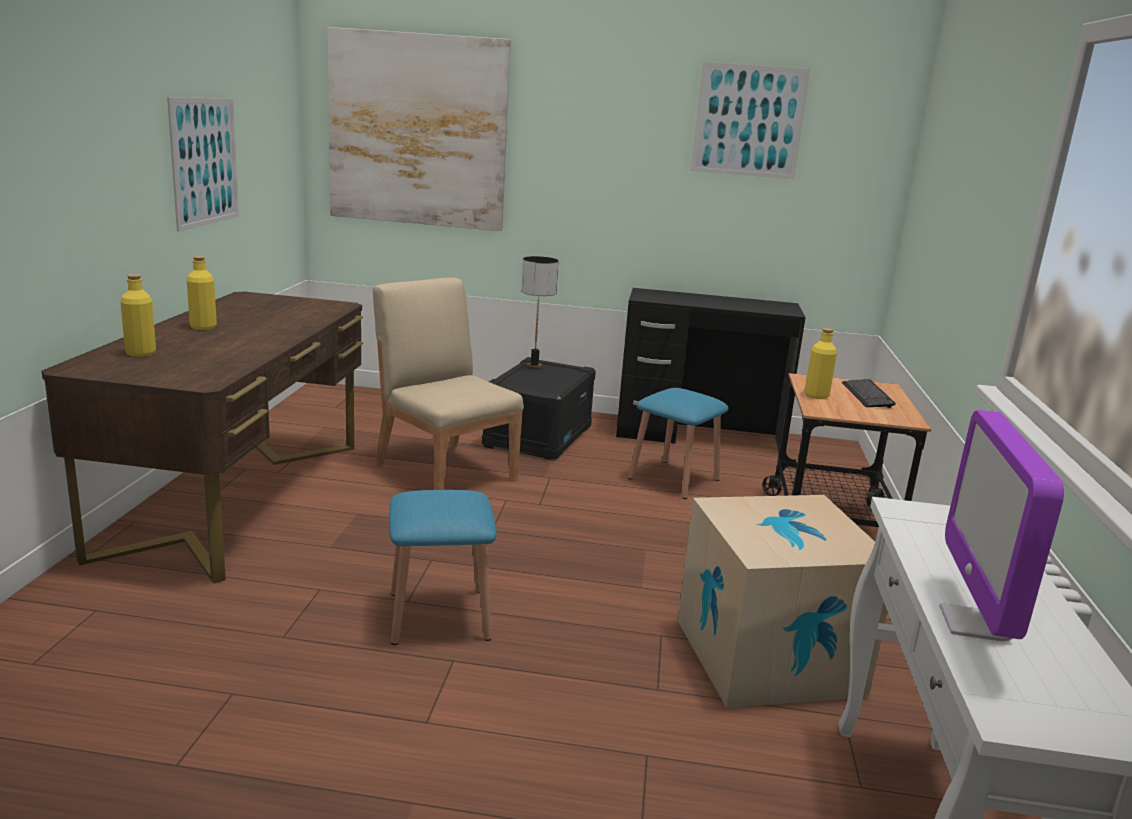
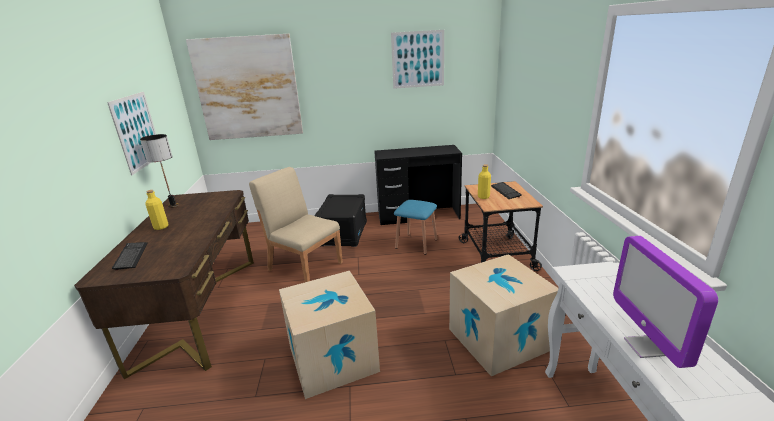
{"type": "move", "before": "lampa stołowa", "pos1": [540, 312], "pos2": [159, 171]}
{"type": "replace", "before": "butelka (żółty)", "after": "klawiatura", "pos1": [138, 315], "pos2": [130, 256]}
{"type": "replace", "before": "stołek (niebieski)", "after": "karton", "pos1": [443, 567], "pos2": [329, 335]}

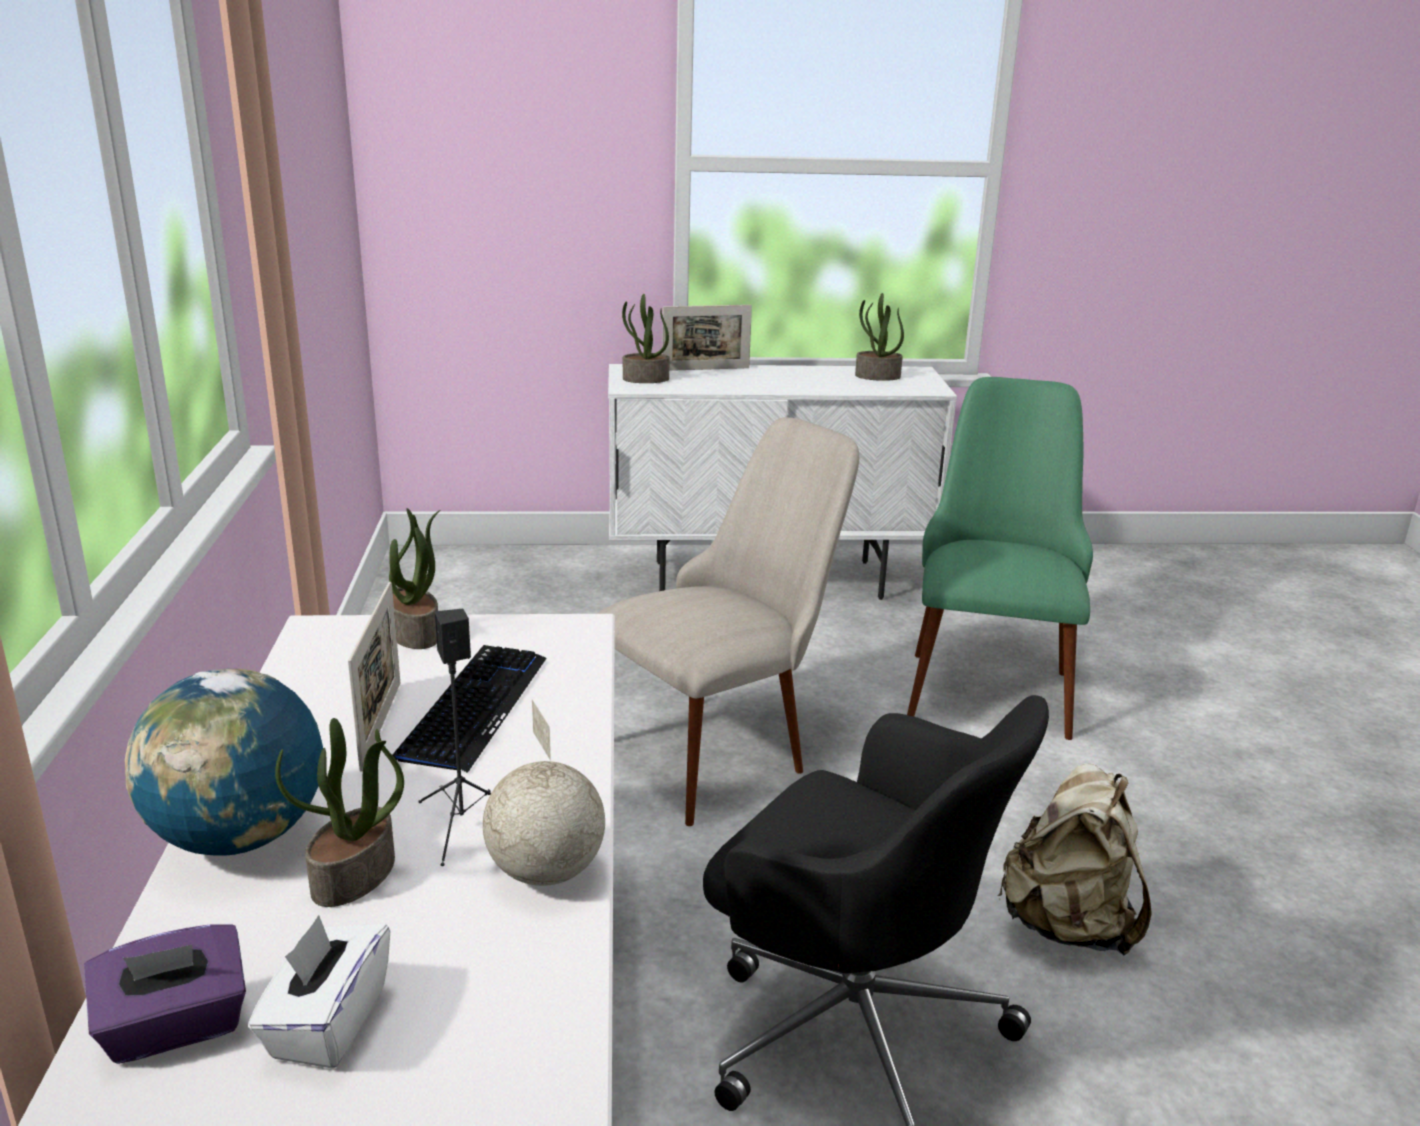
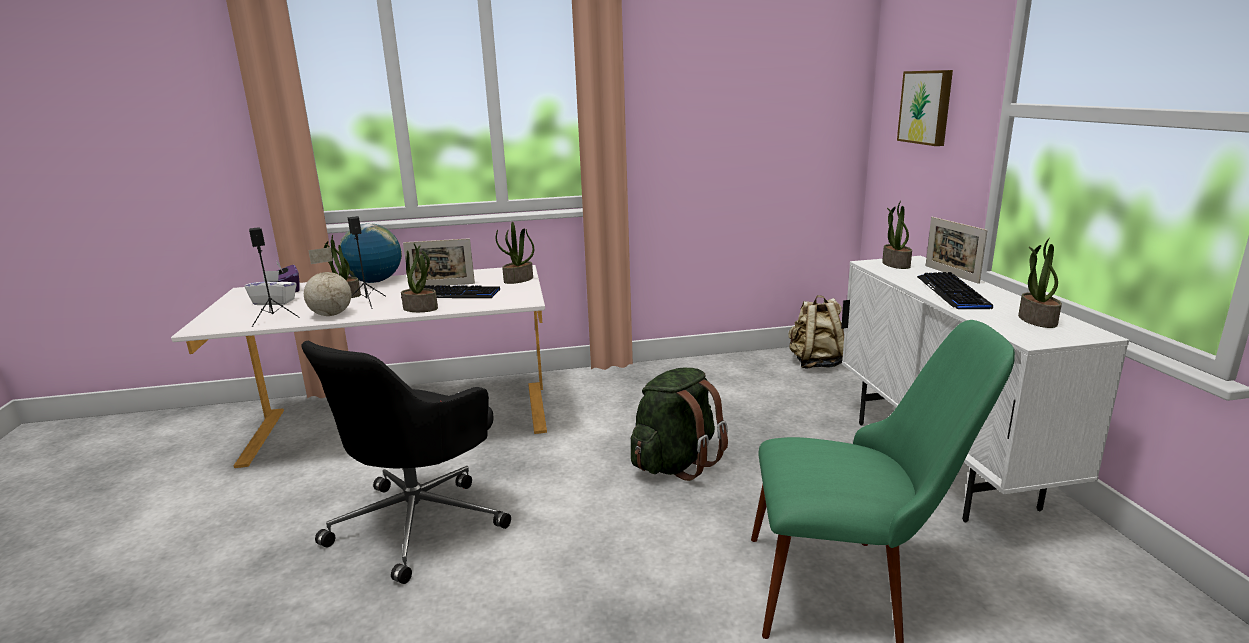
{"type": "insert", "after": "głośnik (czarny)", "pos2": [274, 277]}
{"type": "insert", "after": "roślina doniczkowa", "pos2": [419, 278]}
{"type": "insert", "after": "obraz", "pos2": [925, 108]}
{"type": "insert", "after": "klawiatura", "pos2": [955, 291]}
{"type": "move", "before": "plecak (beżowy)", "pos1": [1074, 859], "pos2": [816, 331]}
{"type": "replace", "before": "krzesło (beżowy)", "after": "plecak (zielony)", "pos1": [727, 621], "pos2": [679, 424]}

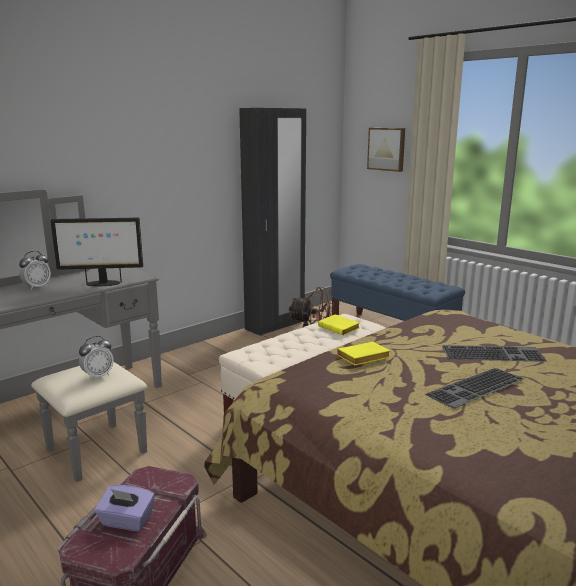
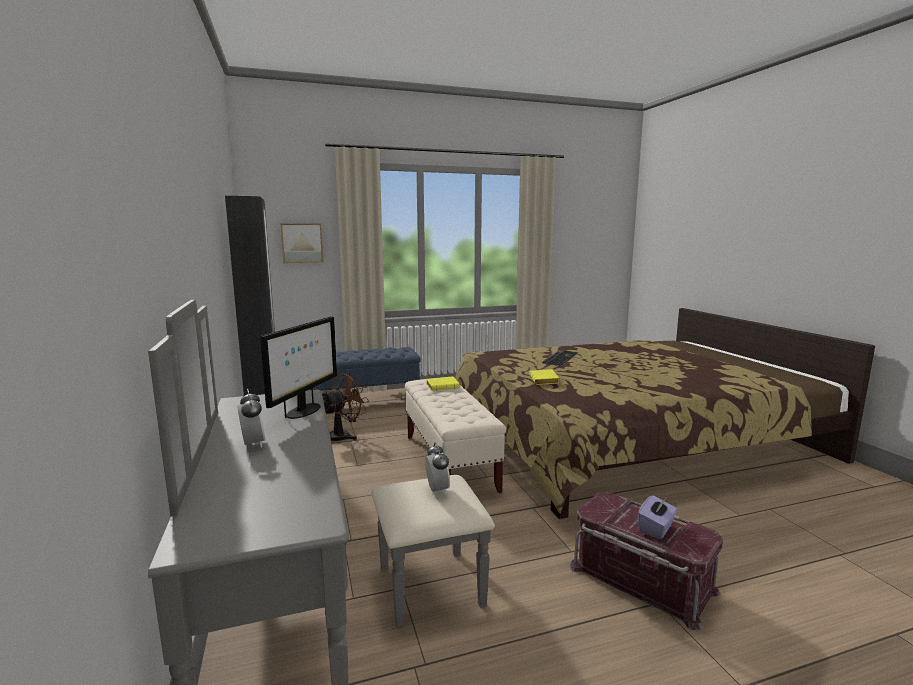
{"type": "delete", "before": "klawiatura", "pos1": [474, 388]}

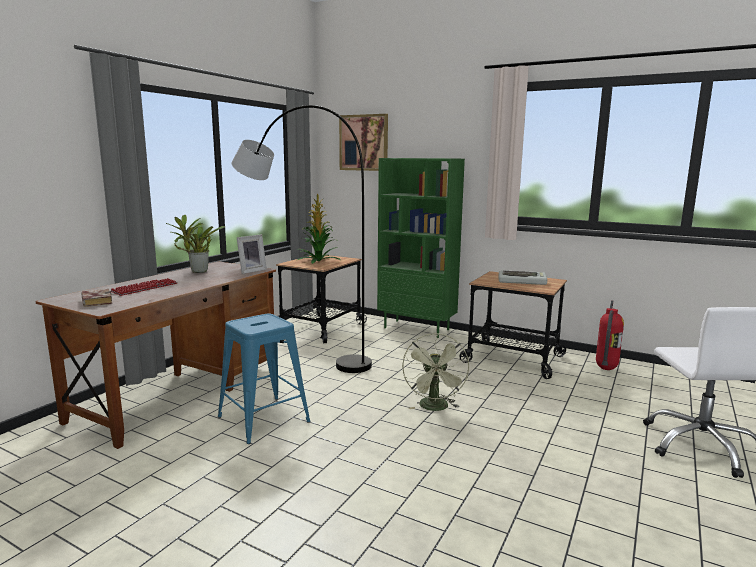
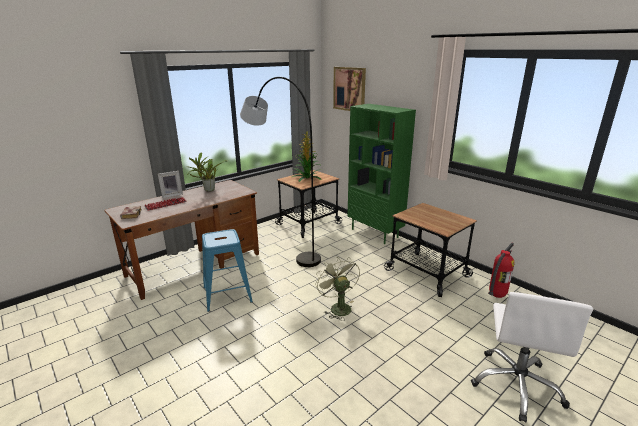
{"type": "delete", "before": "klawiatura", "pos1": [522, 277]}
{"type": "move", "before": "ramka na zdjęcie", "pos1": [252, 254], "pos2": [170, 184]}
{"type": "rotate", "before": "wentylator (zielony)", "pos1": [435, 372], "pos2": [337, 289], "turn": 135}

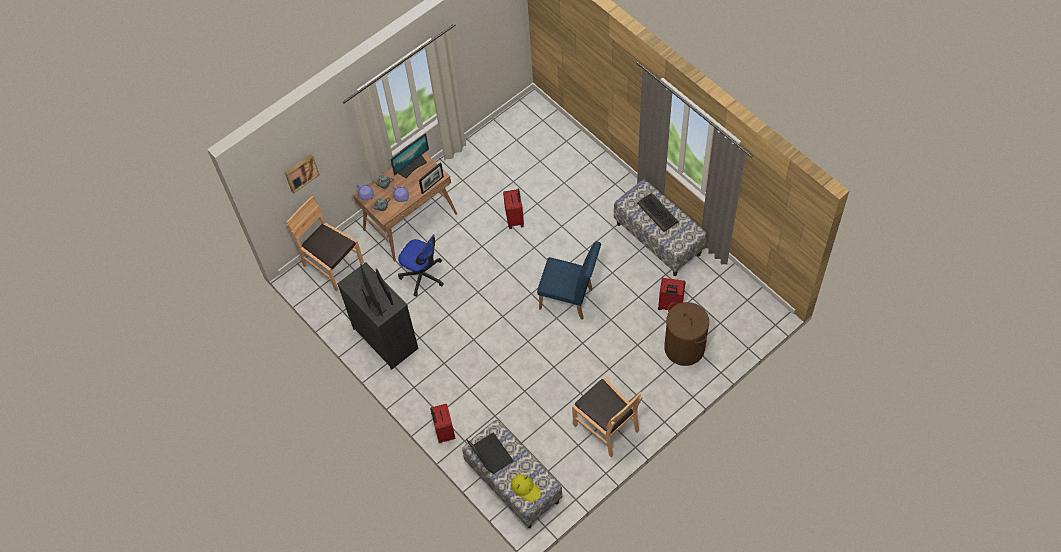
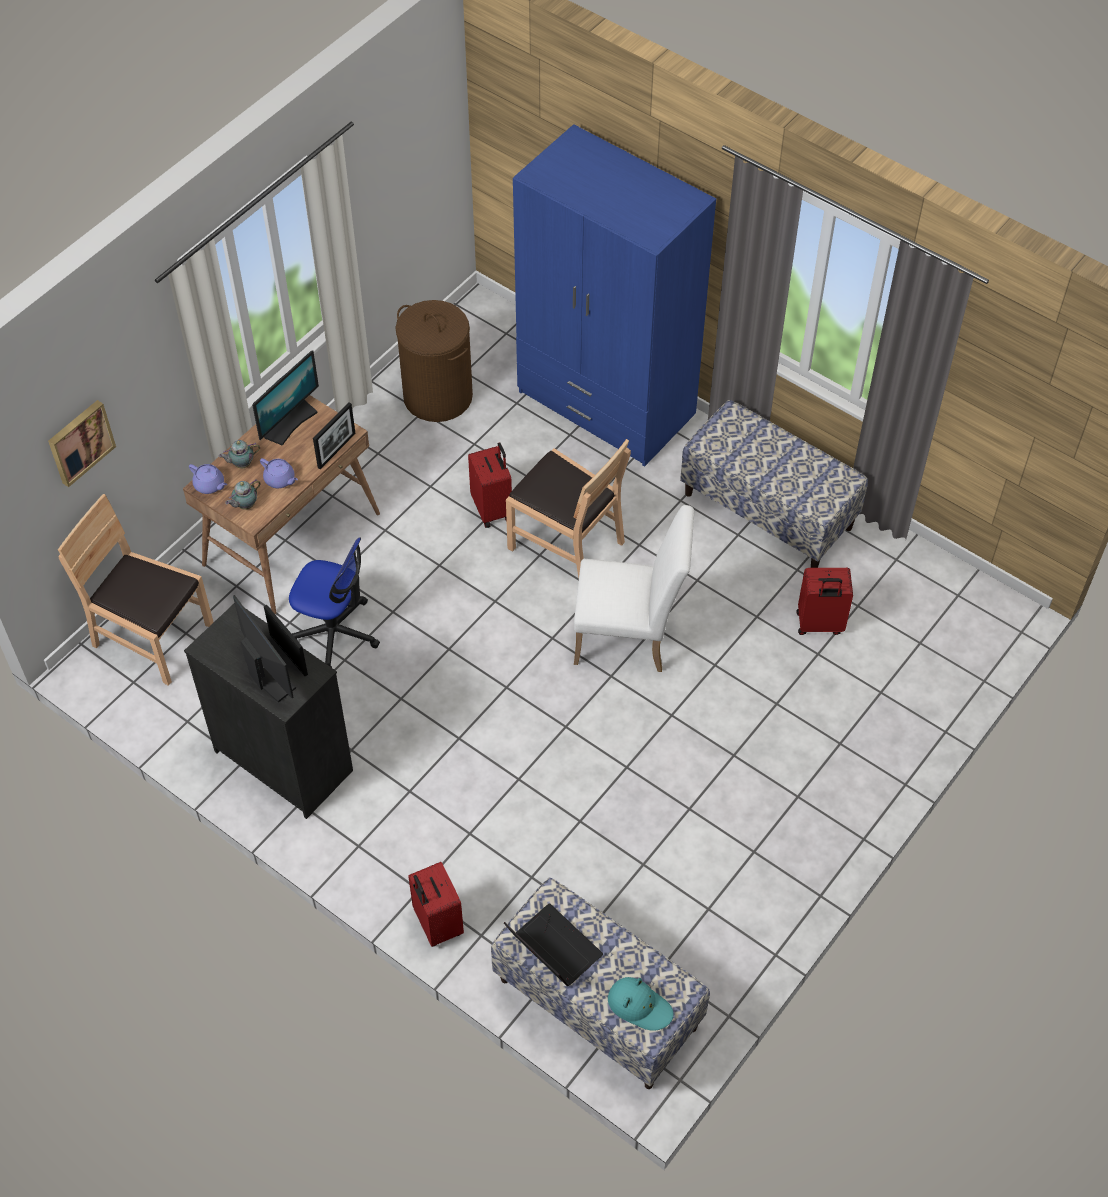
{"type": "delete", "before": "klawiatura", "pos1": [658, 212]}
{"type": "insert", "after": "szafa (niebieski)", "pos2": [614, 295]}
{"type": "move", "before": "krzesło (brązowy)", "pos1": [607, 417], "pos2": [568, 508]}
{"type": "move", "before": "kosz na pranie (brązowy)", "pos1": [686, 334], "pos2": [434, 361]}
{"type": "recolor", "before": "kapelusz (żółty)", "after": "kapelusz (turkusowy)", "pos1": [526, 488], "pos2": [641, 1004]}
{"type": "recolor", "before": "krzesło (niebieski)", "after": "krzesło (biały)", "pos1": [569, 280], "pos2": [634, 588]}

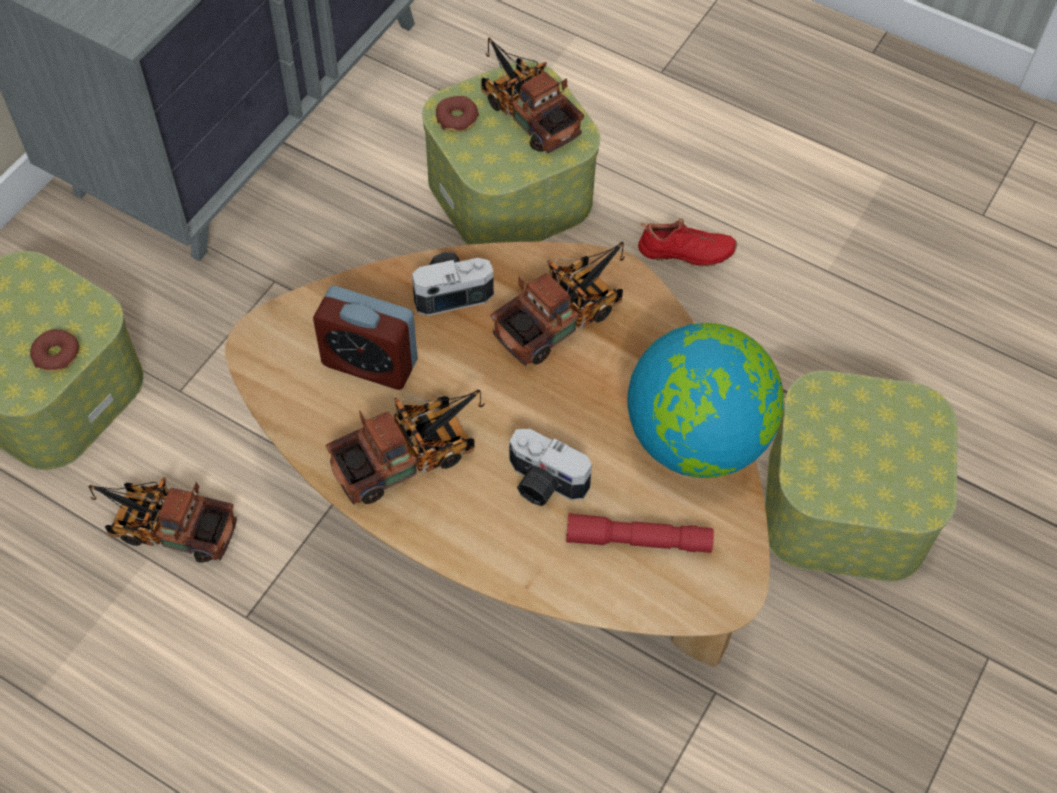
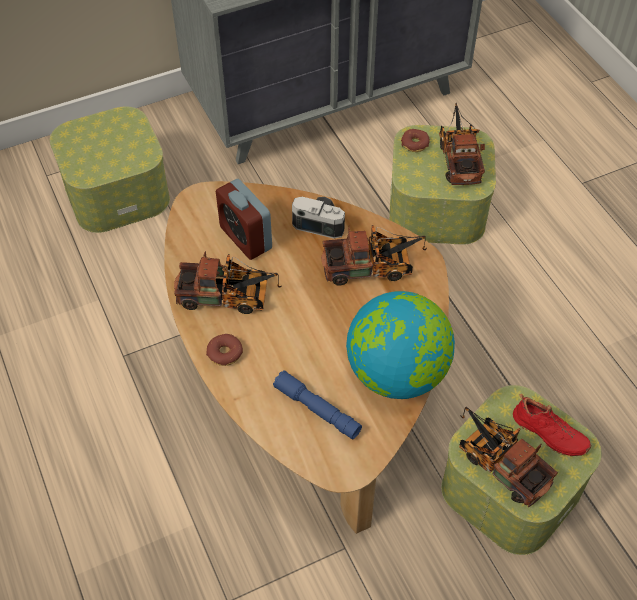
{"type": "delete", "before": "aparat fotograficzny", "pos1": [550, 467]}
{"type": "move", "before": "donut", "pos1": [54, 351], "pos2": [224, 350]}
{"type": "move", "before": "ciężarówka zabawkowa", "pos1": [162, 520], "pos2": [508, 457]}
{"type": "move", "before": "but (czerwony)", "pos1": [687, 242], "pos2": [552, 425]}
{"type": "recolor", "before": "latarka (czerwony)", "after": "latarka (niebieski)", "pos1": [640, 533], "pos2": [317, 404]}

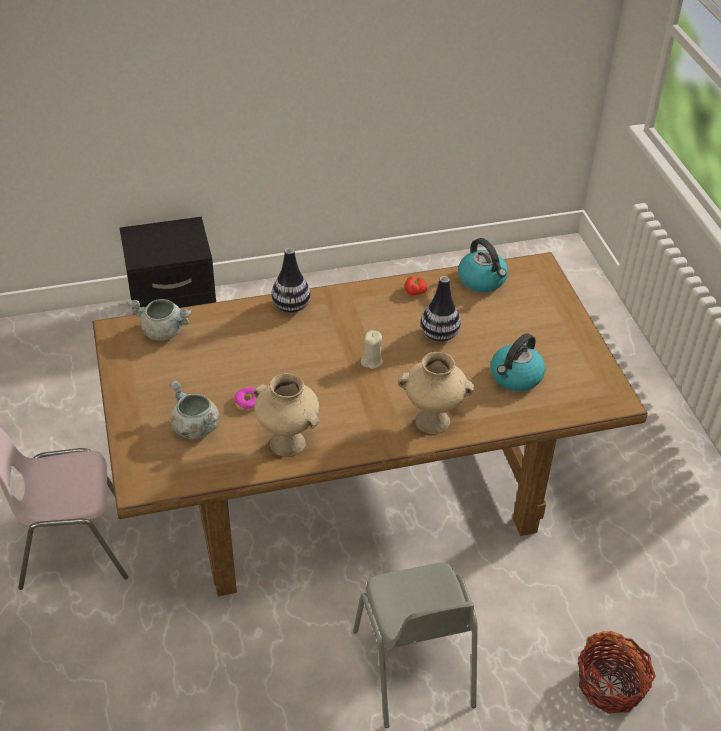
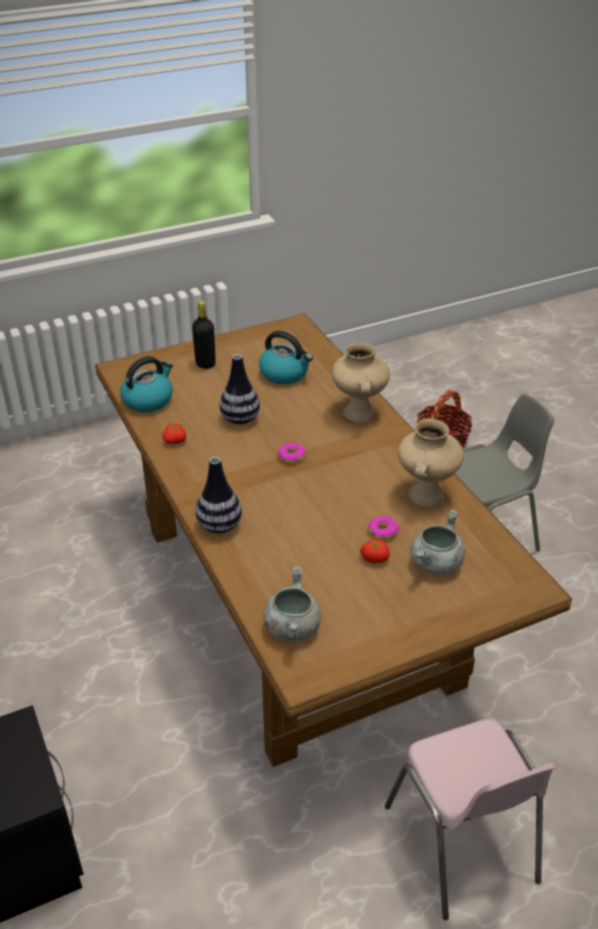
{"type": "insert", "after": "butelka (czarny)", "pos2": [204, 335]}
{"type": "insert", "after": "pomidor", "pos2": [375, 550]}
{"type": "replace", "before": "świeca (beżowy)", "after": "donut", "pos1": [372, 349], "pos2": [292, 453]}

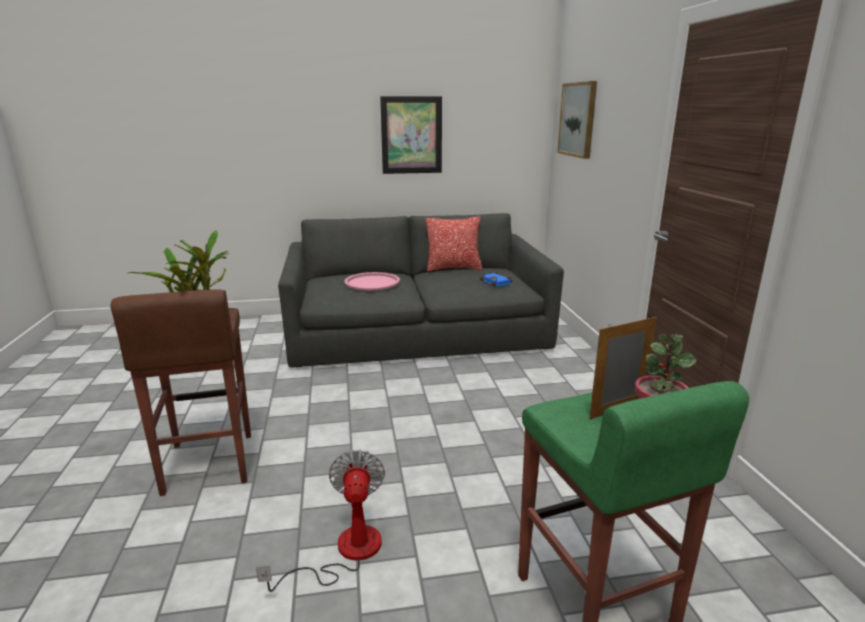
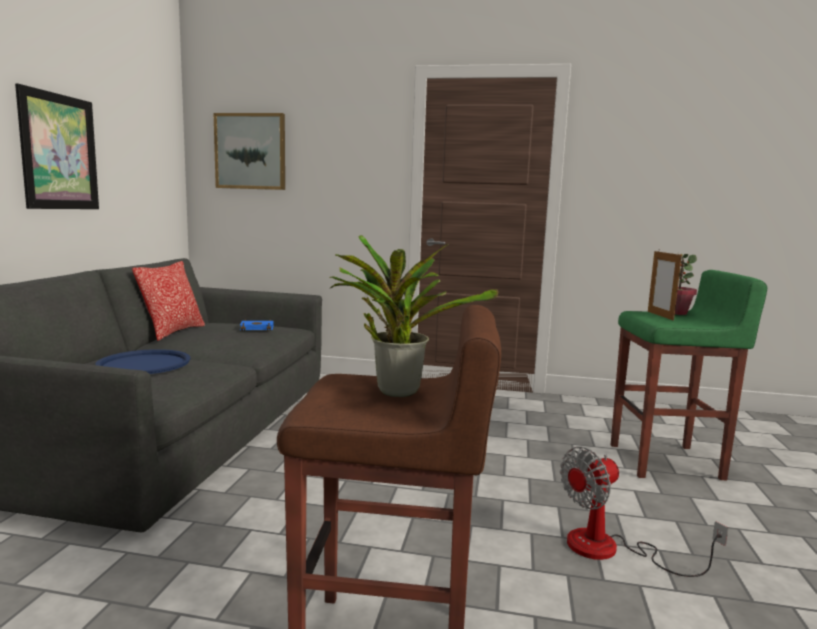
{"type": "recolor", "before": "taca (różowy)", "after": "taca (niebieski)", "pos1": [372, 281], "pos2": [143, 361]}
{"type": "rotate", "before": "wentylator", "pos1": [320, 521], "pos2": [644, 512], "turn": -45}

